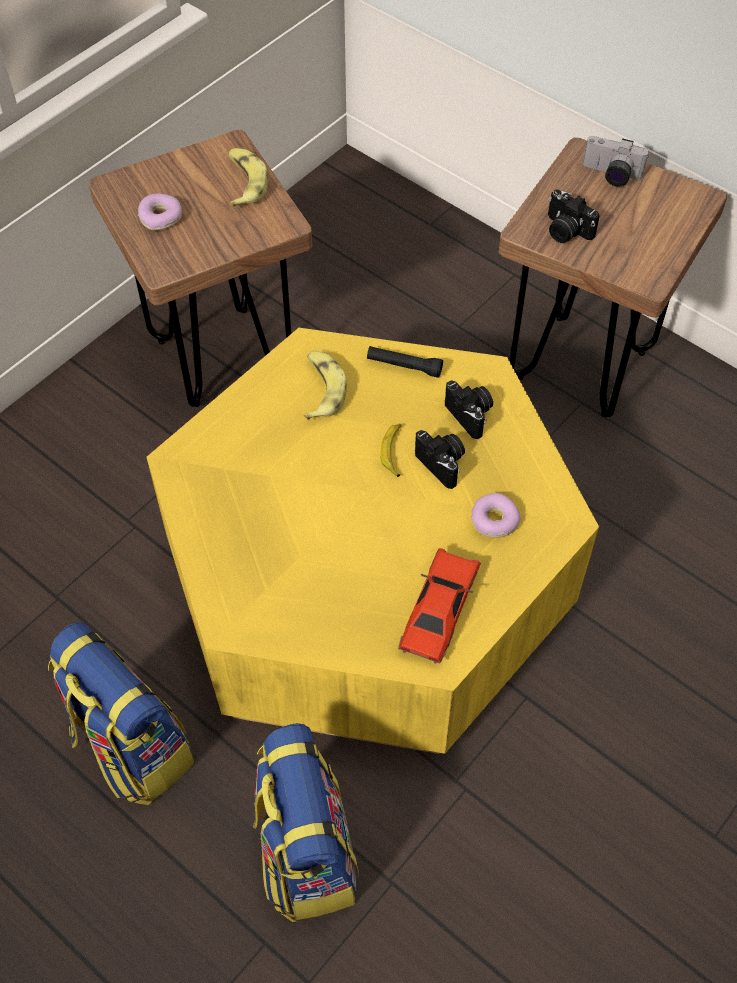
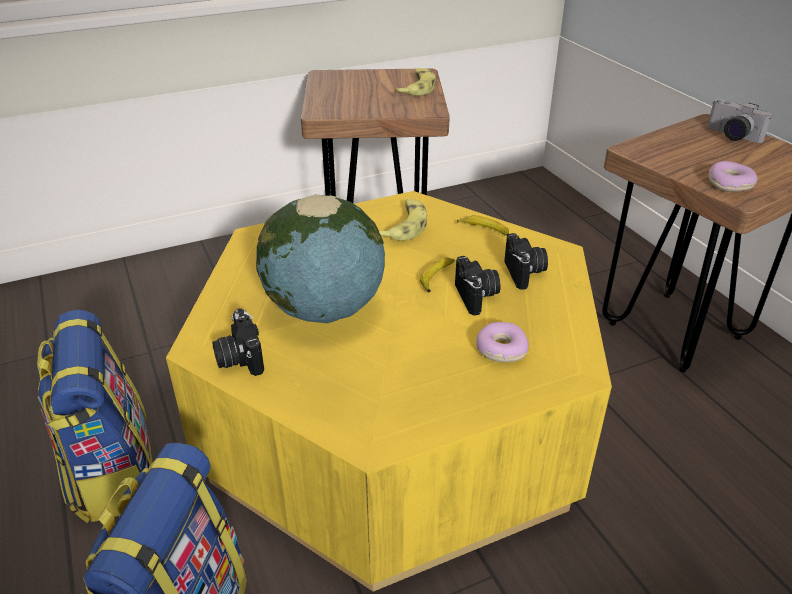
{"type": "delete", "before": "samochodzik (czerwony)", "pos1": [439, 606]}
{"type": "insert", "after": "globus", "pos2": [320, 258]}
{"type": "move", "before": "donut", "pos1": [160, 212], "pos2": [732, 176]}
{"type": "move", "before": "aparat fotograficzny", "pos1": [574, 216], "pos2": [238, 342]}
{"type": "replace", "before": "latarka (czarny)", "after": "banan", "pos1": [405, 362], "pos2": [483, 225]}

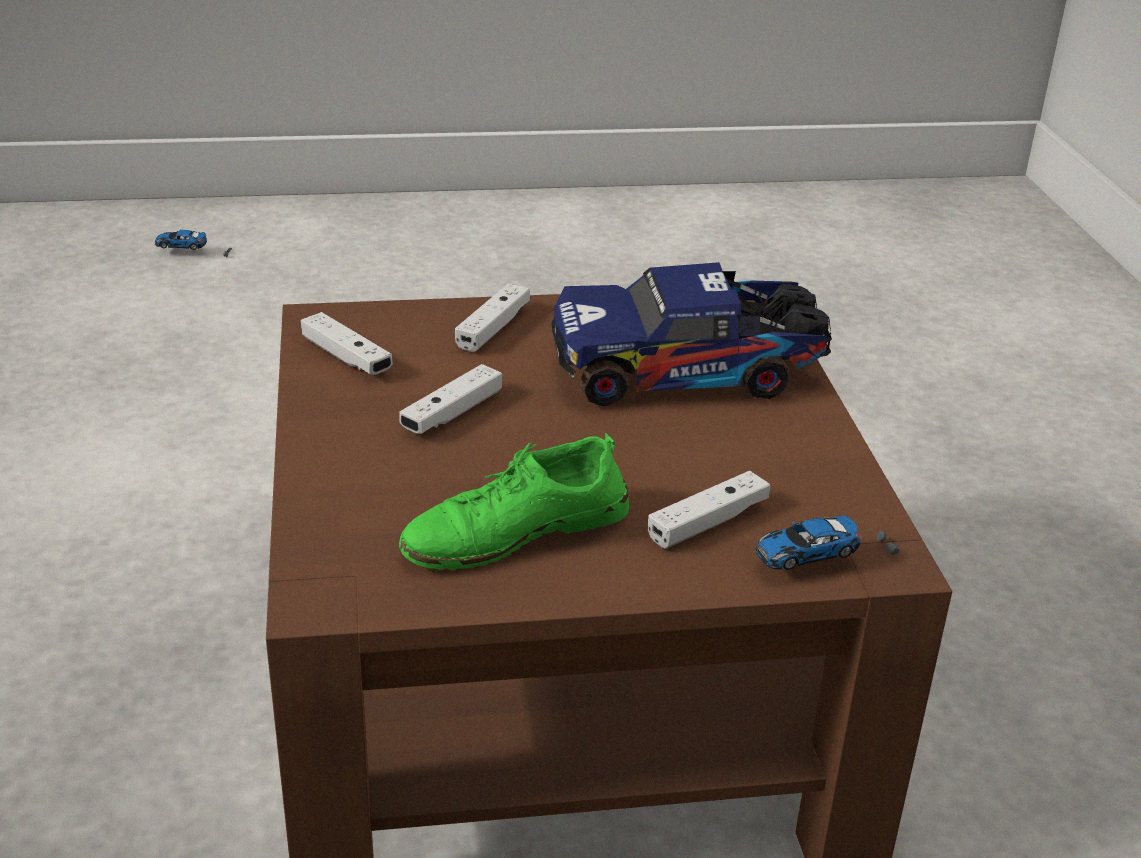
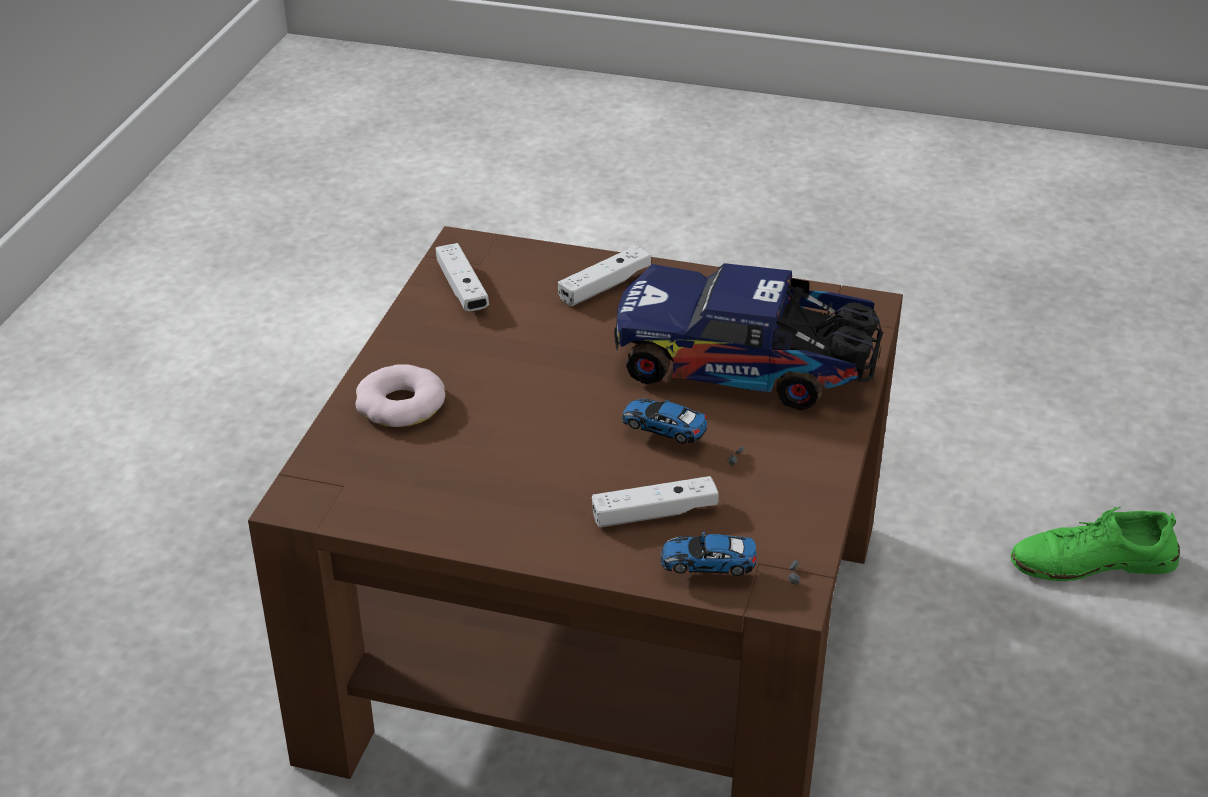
{"type": "delete", "before": "pad do gier (biały)", "pos1": [450, 399]}
{"type": "insert", "after": "donut", "pos2": [400, 396]}
{"type": "move", "before": "samochodzik", "pos1": [193, 243], "pos2": [684, 432]}
{"type": "move", "before": "but (zielony)", "pos1": [514, 501], "pos2": [1095, 544]}

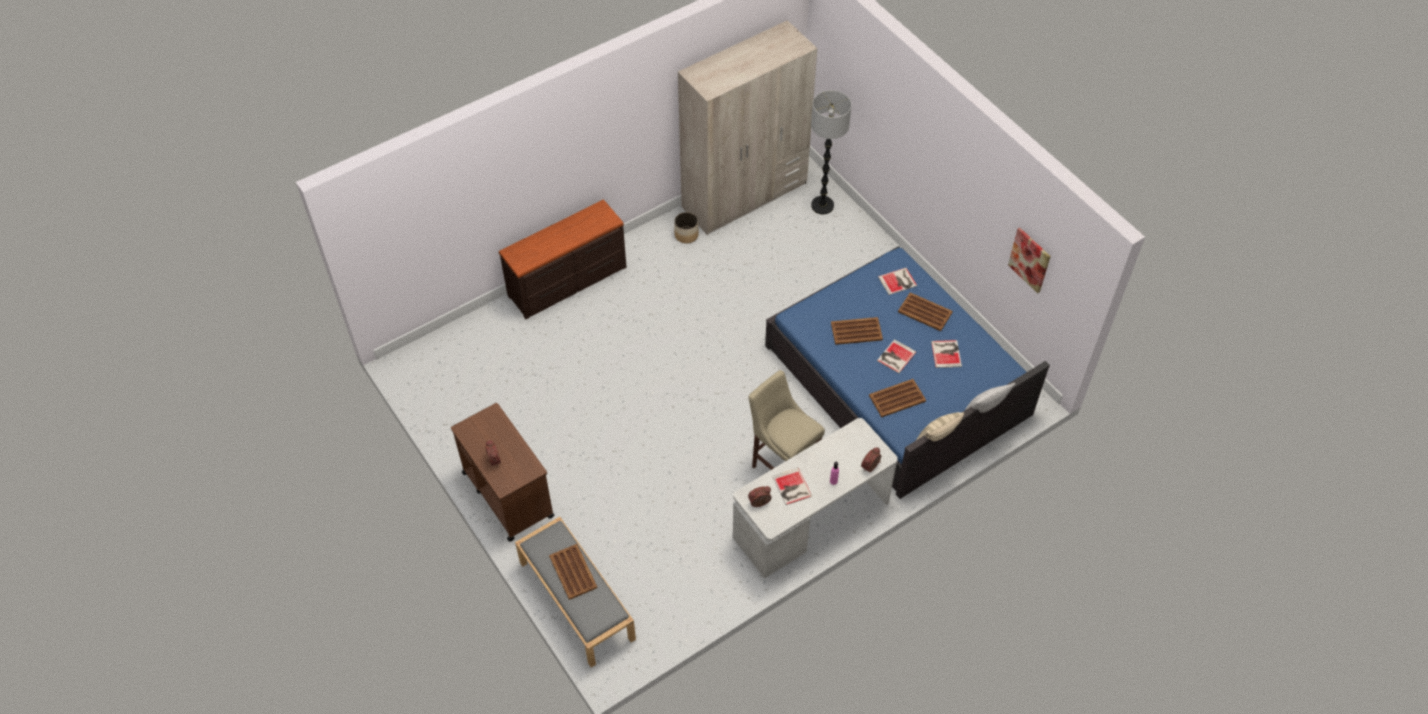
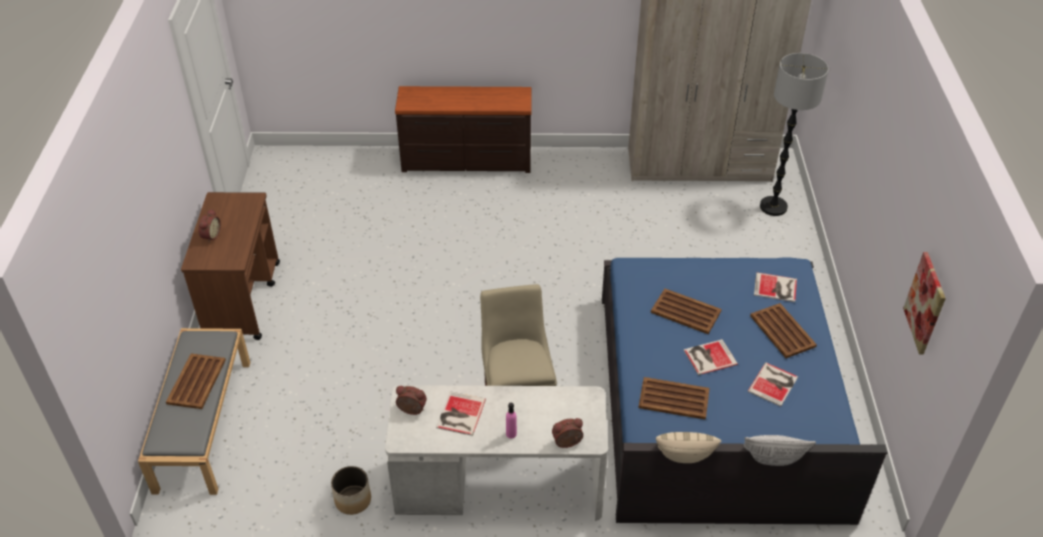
{"type": "move", "before": "donica", "pos1": [686, 227], "pos2": [351, 490]}

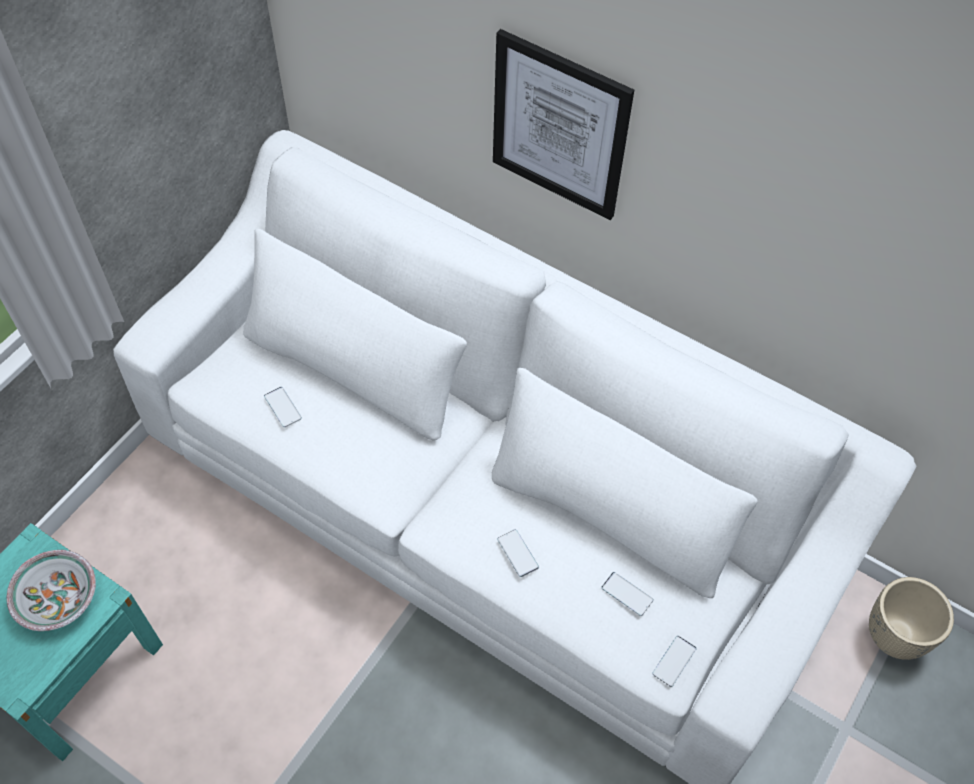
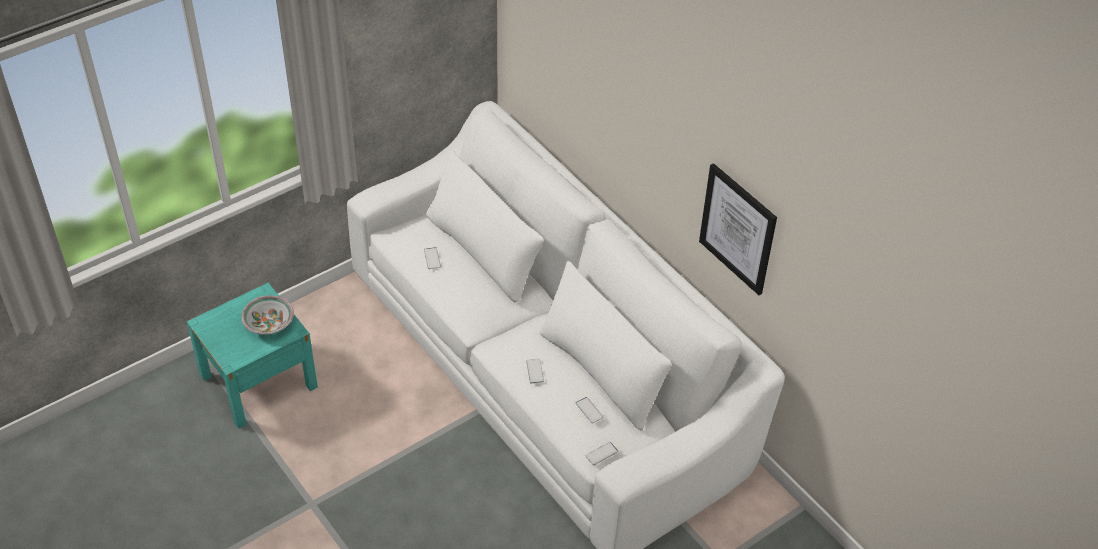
{"type": "delete", "before": "donica (beżowy)", "pos1": [911, 618]}
{"type": "move", "before": "obraz", "pos1": [563, 124], "pos2": [738, 229]}

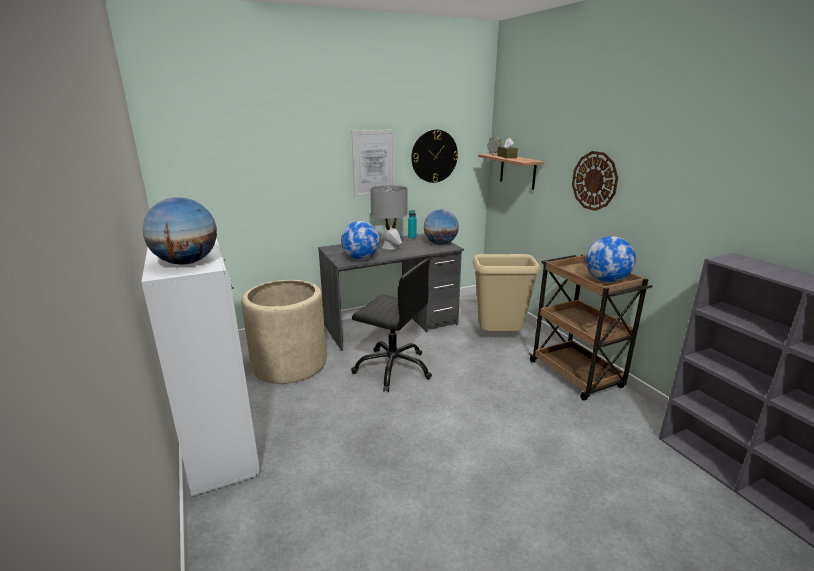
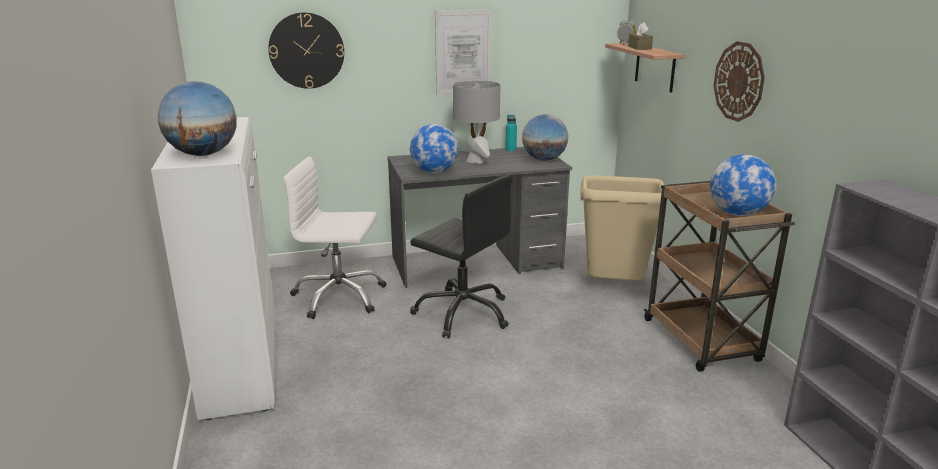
{"type": "move", "before": "zegar ścienny", "pos1": [434, 156], "pos2": [306, 50]}
{"type": "replace", "before": "donica (beżowy)", "after": "krzesło biurowe (biały)", "pos1": [284, 332], "pos2": [335, 238]}

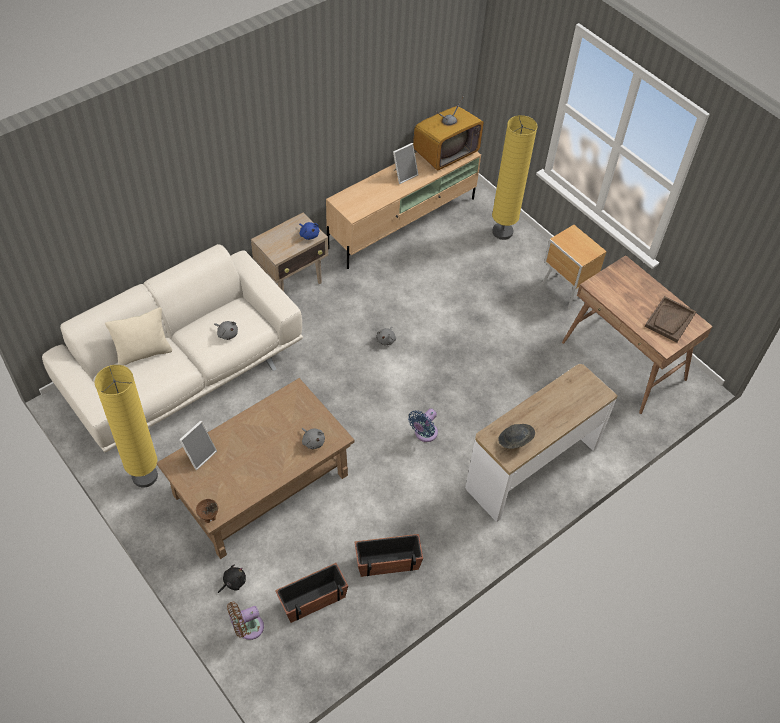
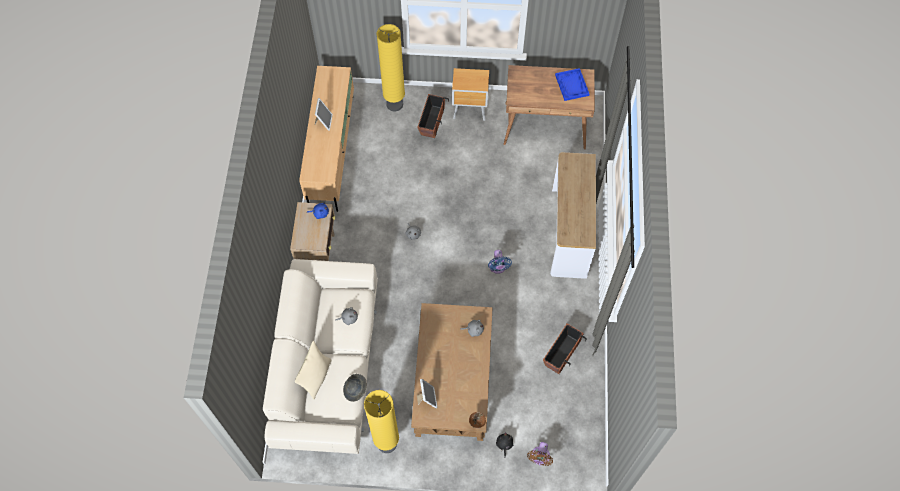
{"type": "delete", "before": "telewizor", "pos1": [448, 133]}
{"type": "move", "before": "donica", "pos1": [311, 593], "pos2": [433, 116]}
{"type": "move", "before": "kapelusz (szary)", "pos1": [516, 436], "pos2": [355, 388]}
{"type": "recolor", "before": "taca (brązowy)", "after": "taca (niebieski)", "pos1": [670, 319], "pos2": [572, 84]}

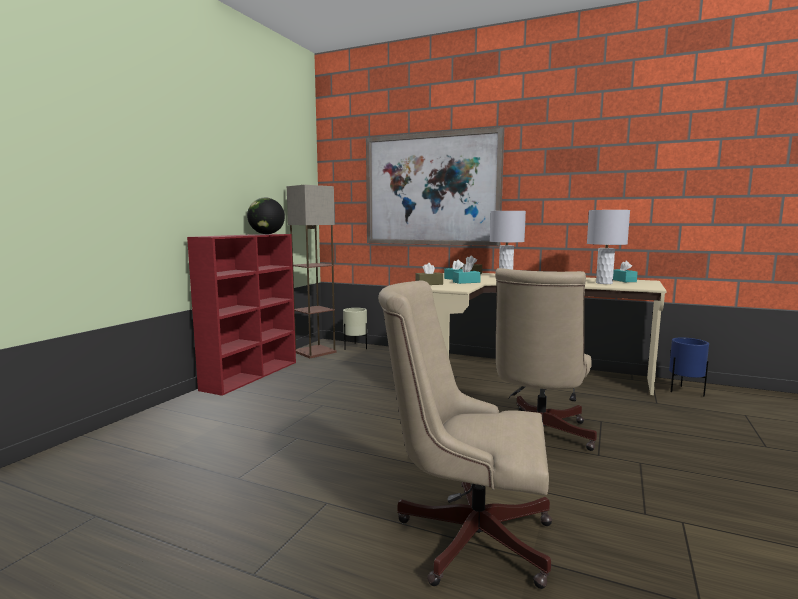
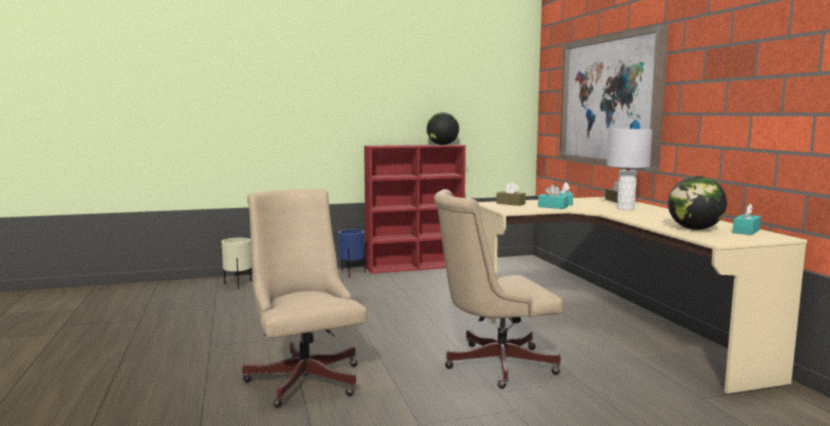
{"type": "delete", "before": "lampa stojąca", "pos1": [312, 271]}
{"type": "move", "before": "donica (beżowy)", "pos1": [355, 329], "pos2": [237, 263]}
{"type": "move", "before": "donica (niebieski)", "pos1": [689, 367], "pos2": [352, 253]}
{"type": "replace", "before": "lampa stołowa (szary)", "after": "globus", "pos1": [608, 247], "pos2": [697, 203]}

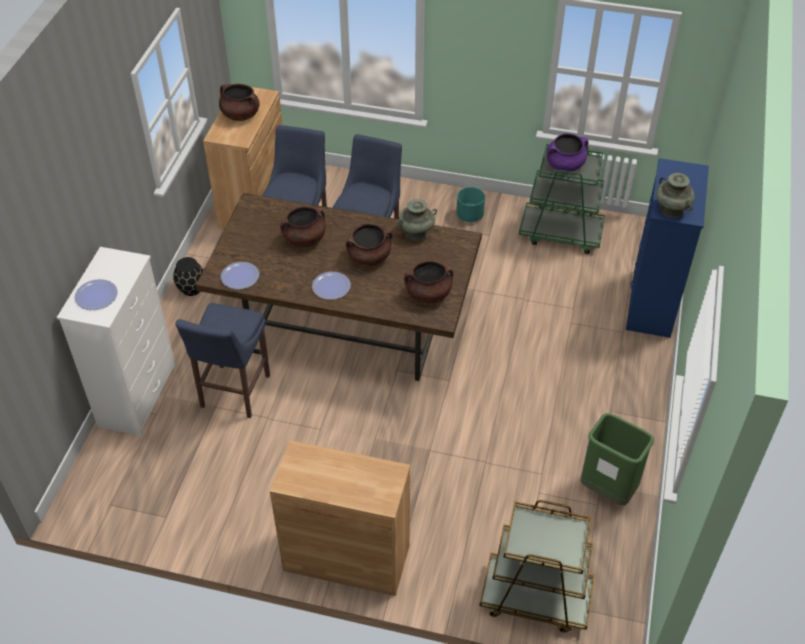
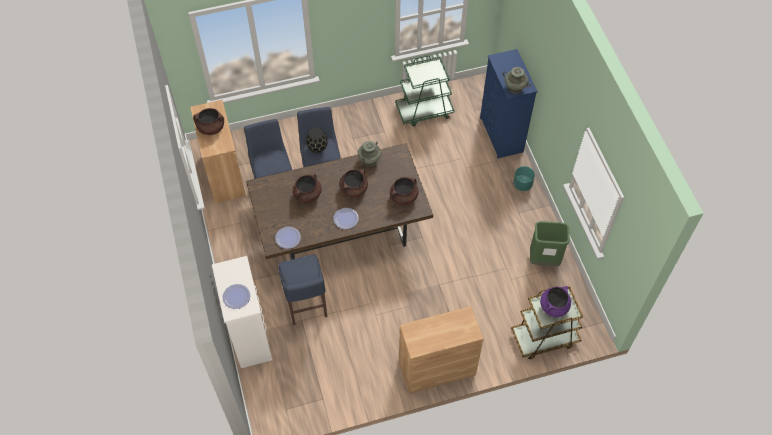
{"type": "move", "before": "wazon (czarny)", "pos1": [188, 276], "pos2": [317, 140]}
{"type": "move", "before": "donica (turkusowy)", "pos1": [470, 204], "pos2": [524, 178]}
{"type": "move", "before": "garnek (fioletowy)", "pos1": [567, 152], "pos2": [555, 301]}

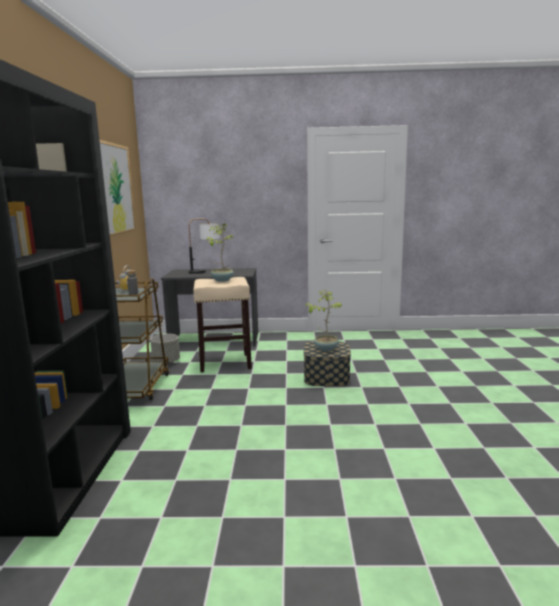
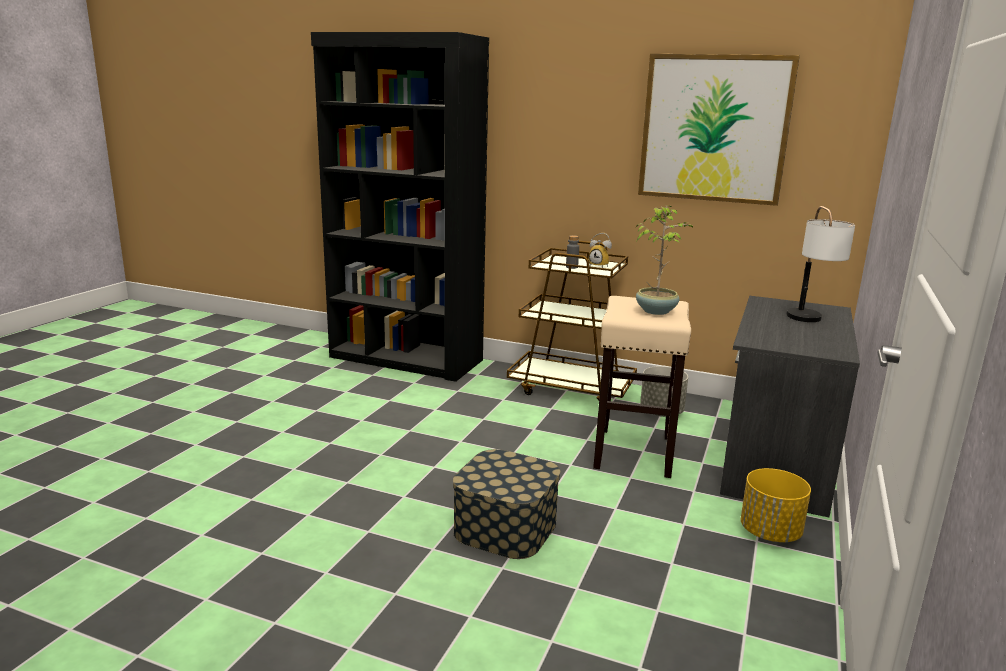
{"type": "delete", "before": "roślina doniczkowa", "pos1": [323, 320]}
{"type": "insert", "after": "donica (żółty)", "pos2": [776, 505]}

